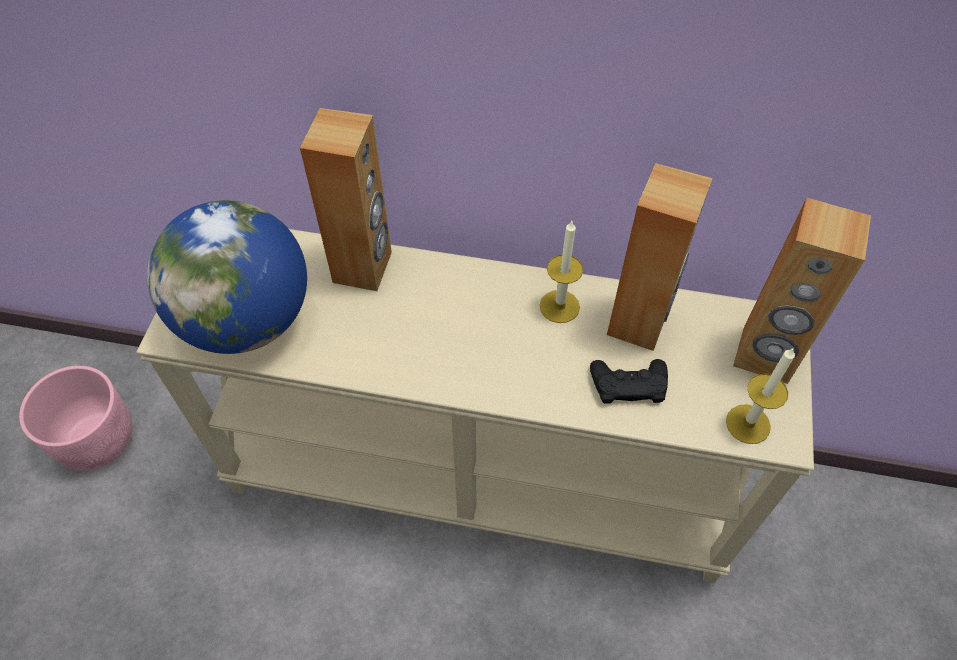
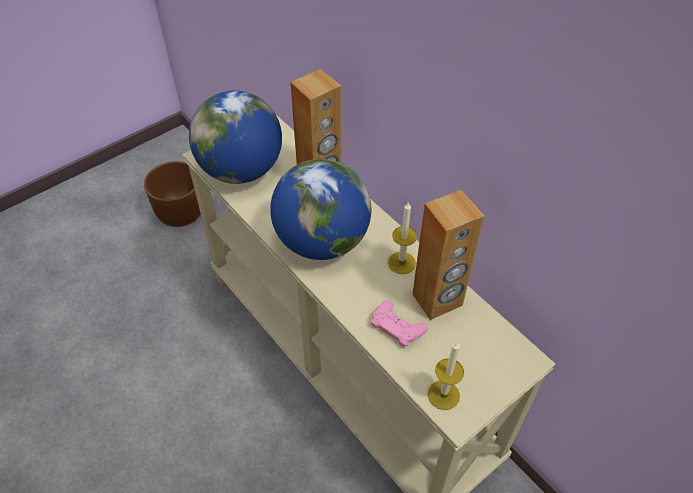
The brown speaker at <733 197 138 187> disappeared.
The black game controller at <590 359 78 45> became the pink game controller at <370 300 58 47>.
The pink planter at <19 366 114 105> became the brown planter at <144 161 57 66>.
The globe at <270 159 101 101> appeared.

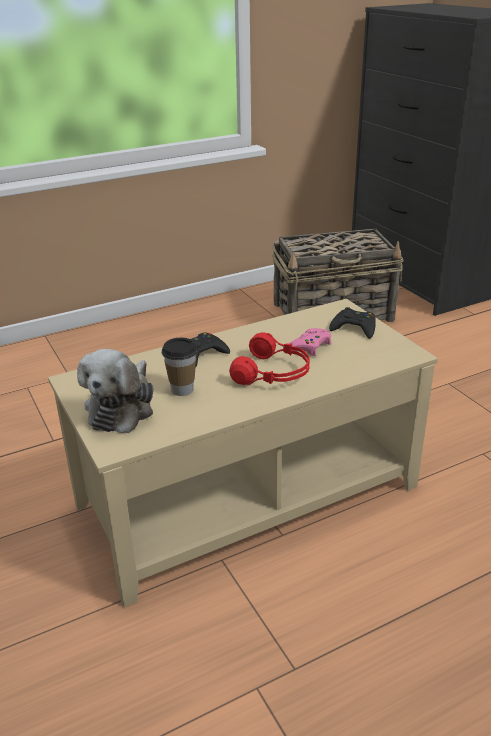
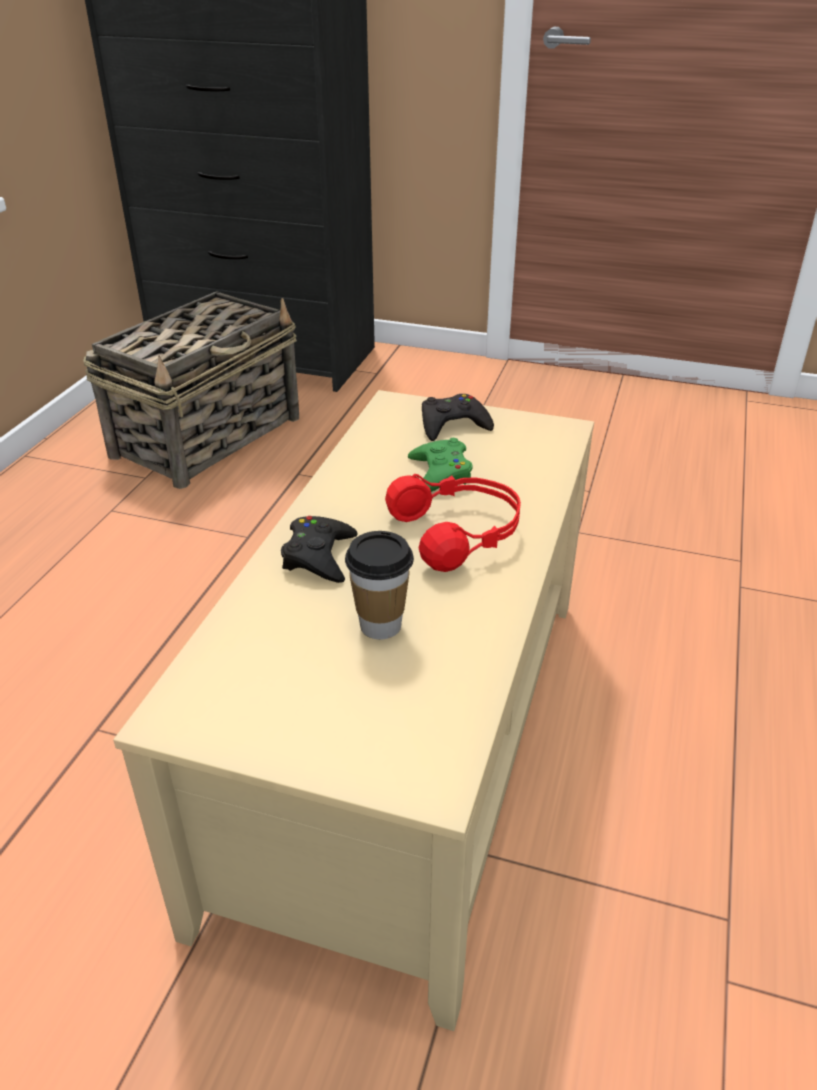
The pink game controller at <283 328 48 28> became the green game controller at <408 438 65 54>.
The plush toy at <77 349 76 84> disappeared.

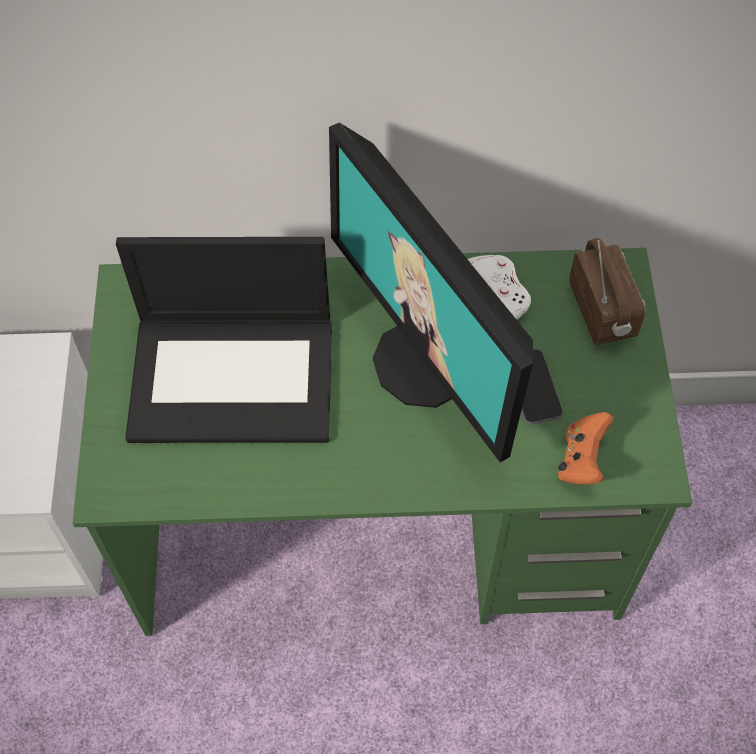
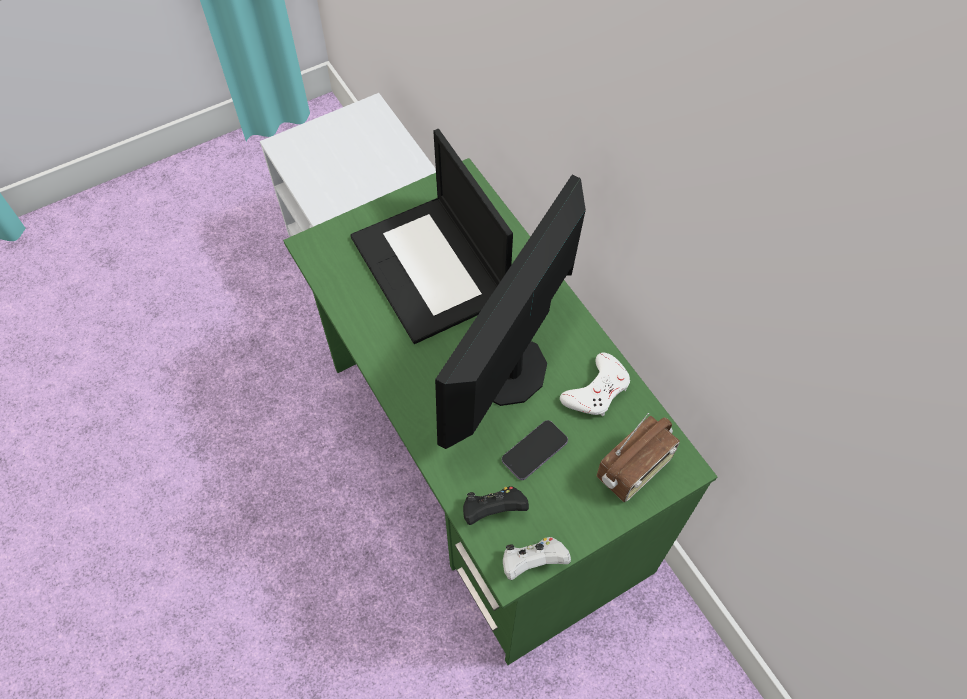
The orange game controller at <558 412 56 73> became the black game controller at <463 486 66 39>.
The white game controller at <503 537 68 43> appeared.

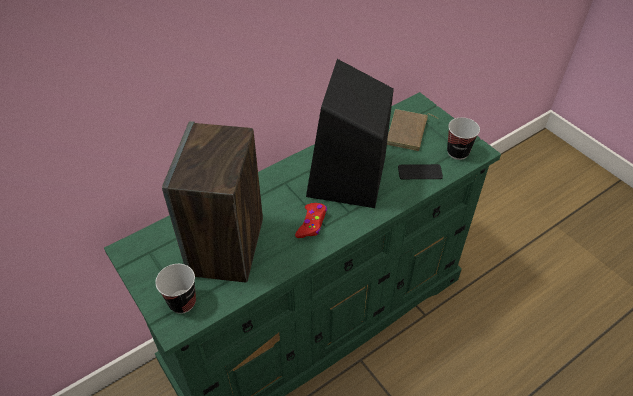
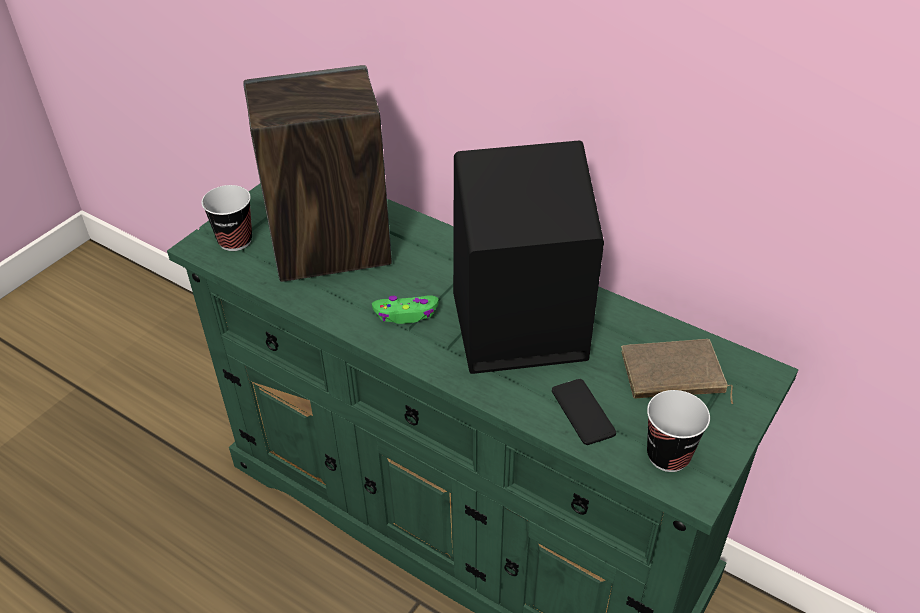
The red game controller at <295 203 32 35> became the green game controller at <372 295 67 29>.

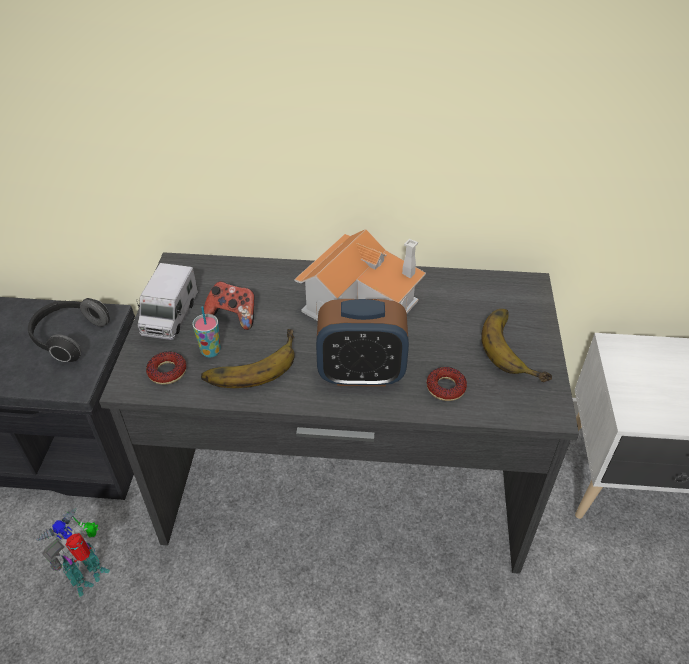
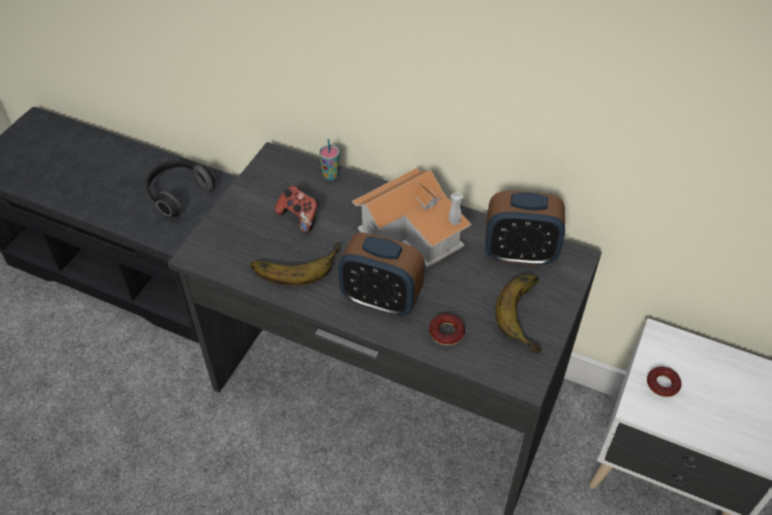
The toy truck at <137 263 61 77> disappeared.
The cup moved from <192 307 29 50> to <319 139 21 41>.
The donut moved from <146 351 40 34> to <647 366 34 31>.
The toy robot at <36 508 74 89> disappeared.
The alarm clock at <485 191 80 75> appeared.

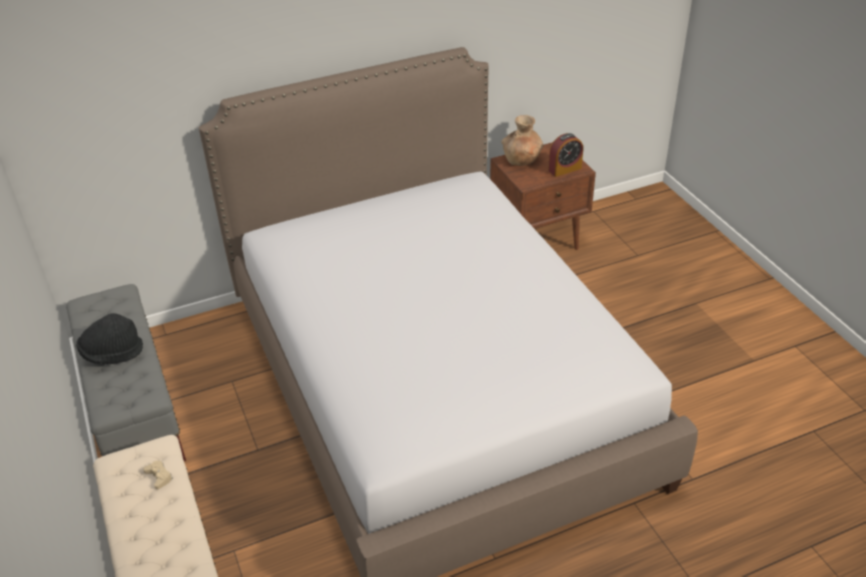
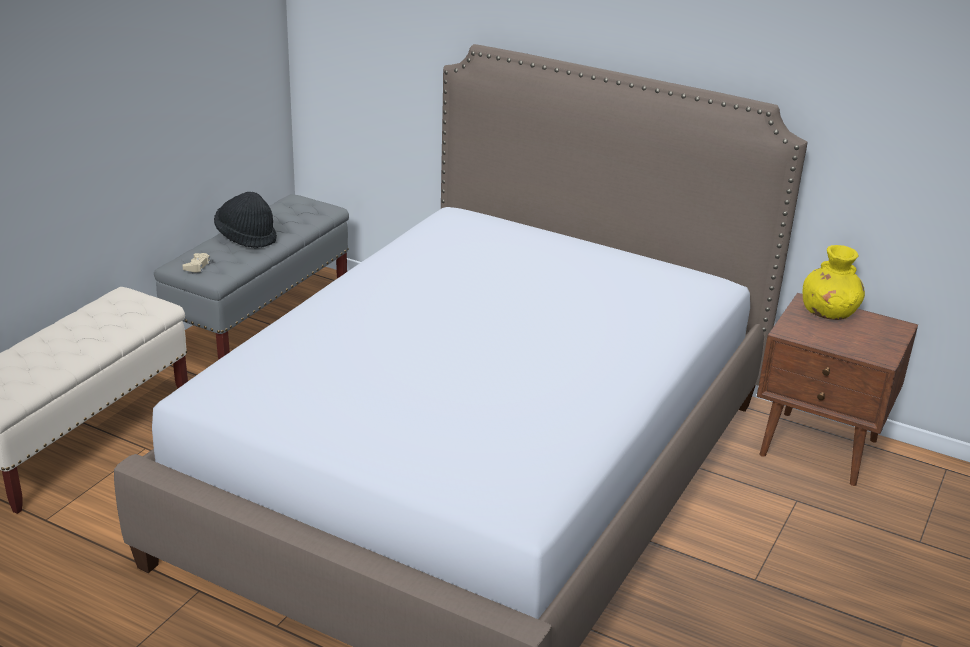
The brown vase at <501 115 42 51> became the yellow vase at <803 245 62 75>.
The alarm clock at <548 133 35 44> disappeared.
The beige game controller moved from <143 460 30 29> to <182 253 29 19>.

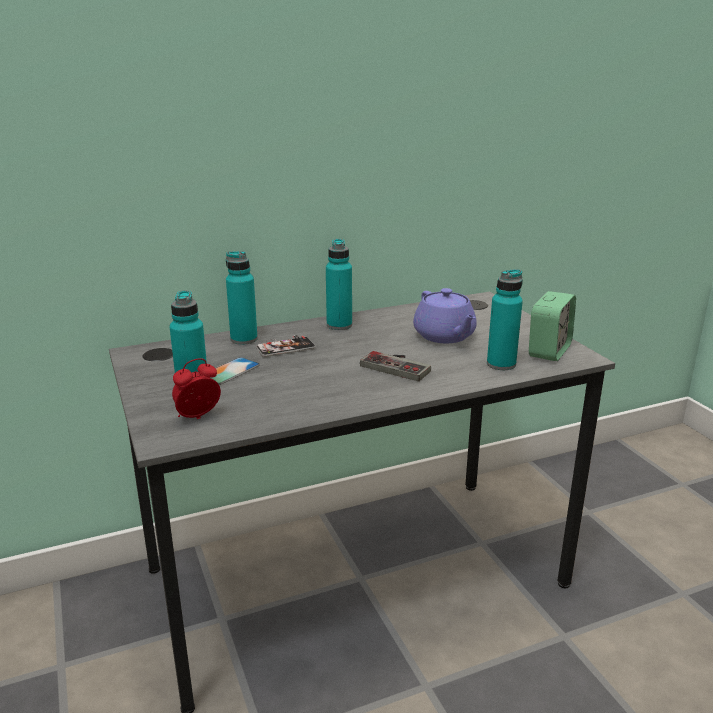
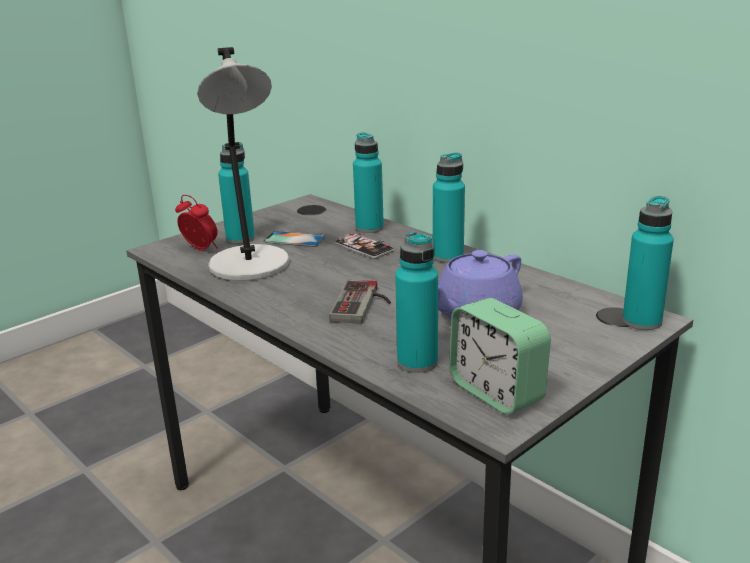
The alarm clock at <529 291 47 70> turned 45 degrees clockwise.
The grey table lamp at <197 47 92 234> appeared.
The turquoise bottle at <622 196 52 134> appeared.

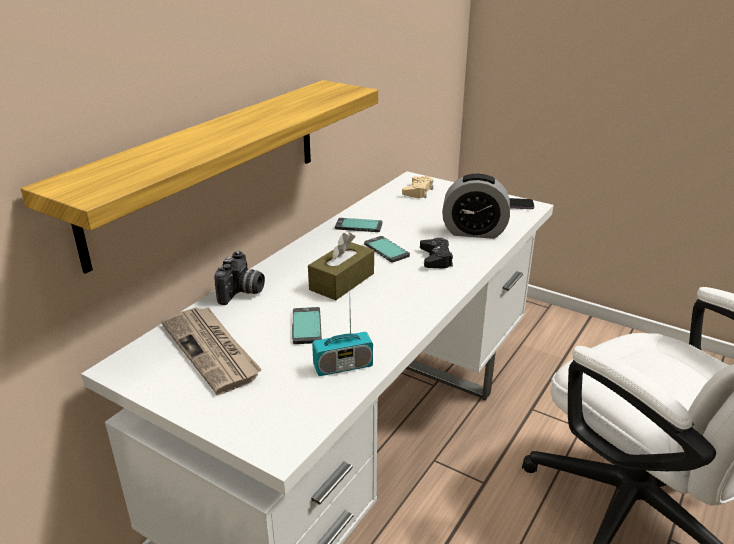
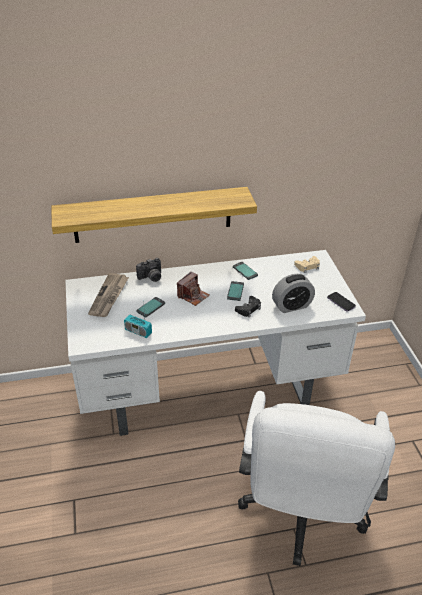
The alarm clock at <442 174 68 65> turned 75 degrees counterclockwise.
The brown tissue box at <308 233 66 67> was replaced by the photo camera at <177 272 33 34>.

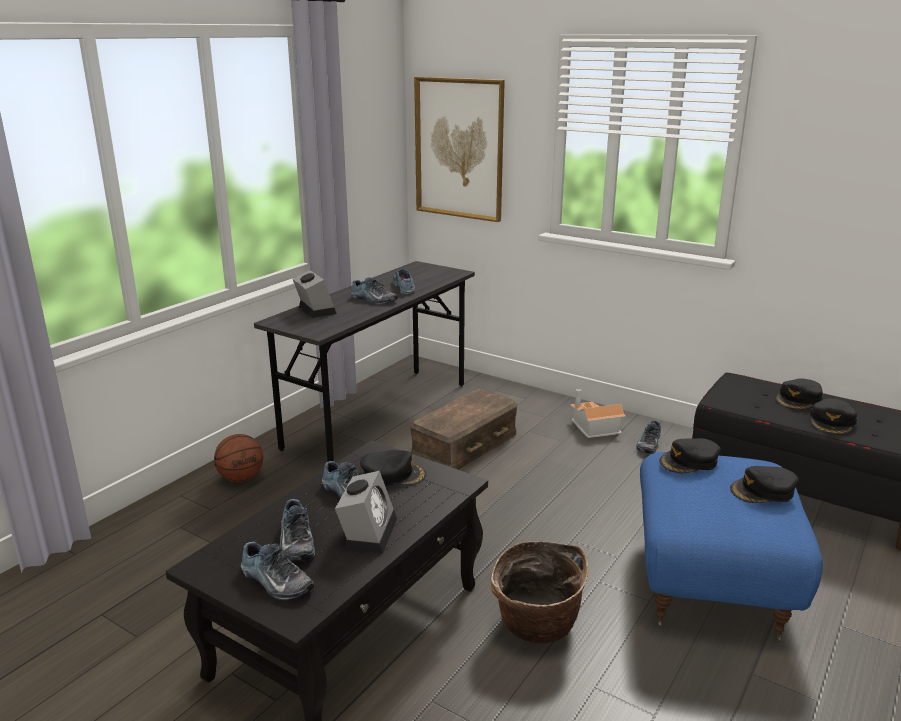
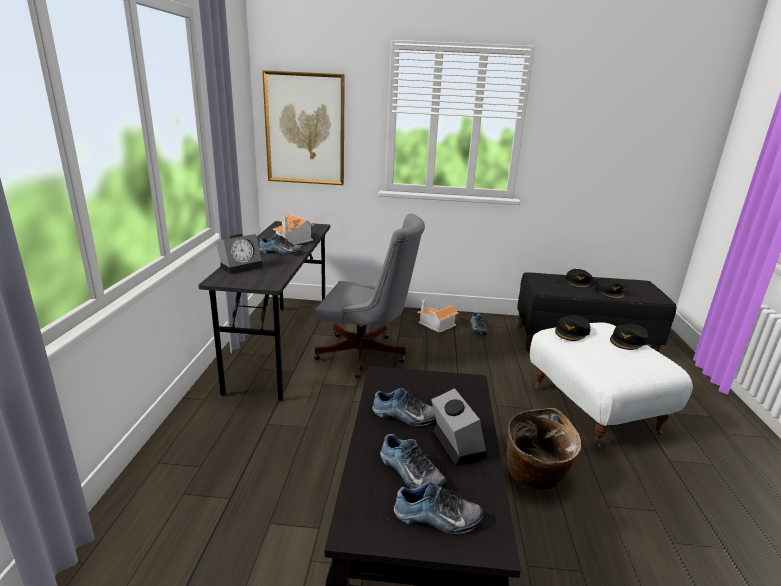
The shoe at <393 268 22 26> was replaced by the toy house at <273 214 42 31>.
The alarm clock at <293 270 44 48> turned 105 degrees clockwise.
The brown storage box at <410 389 108 81> was replaced by the grey office chair at <313 214 112 164>.
The basketball at <214 434 49 48> disappeared.
The black cap at <360 450 66 36> disappeared.
The blue ottoman at <640 452 183 190> became the white ottoman at <530 323 163 125>.

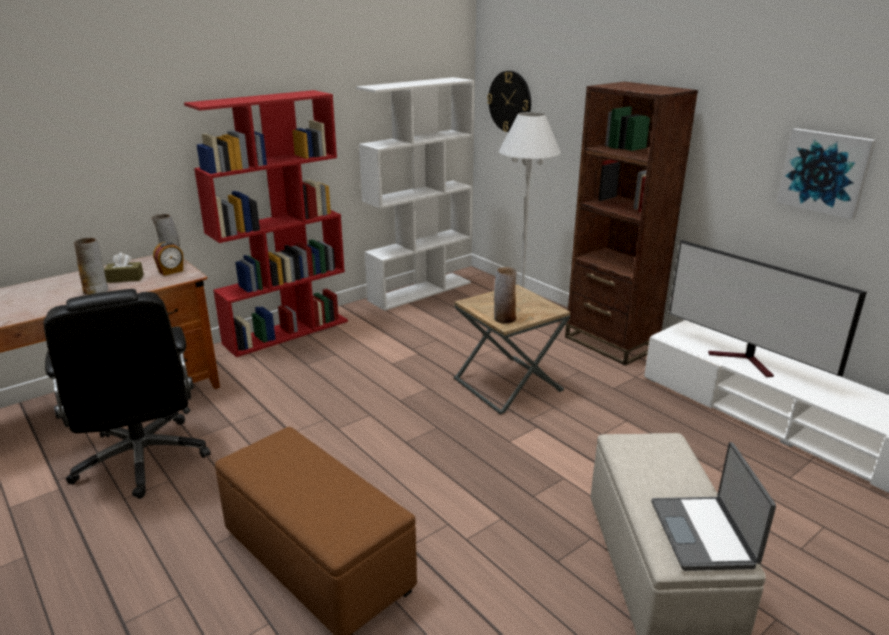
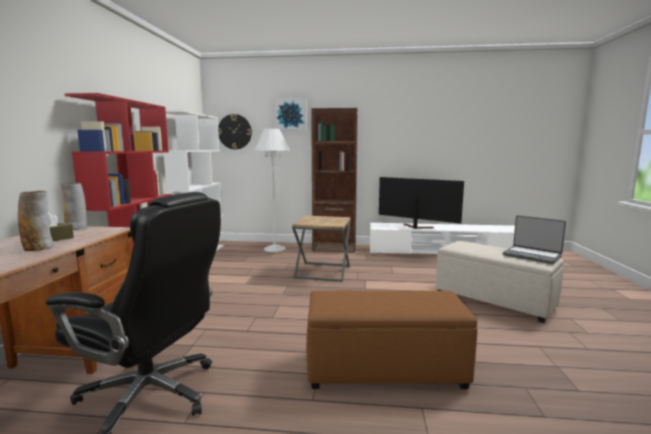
The picture moved from <777 128 99 92> to <275 98 32 33>.
The television at <669 240 198 137> turned 150 degrees counterclockwise.
The alarm clock at <153 242 30 34> disappeared.
The vase at <494 267 23 57> disappeared.

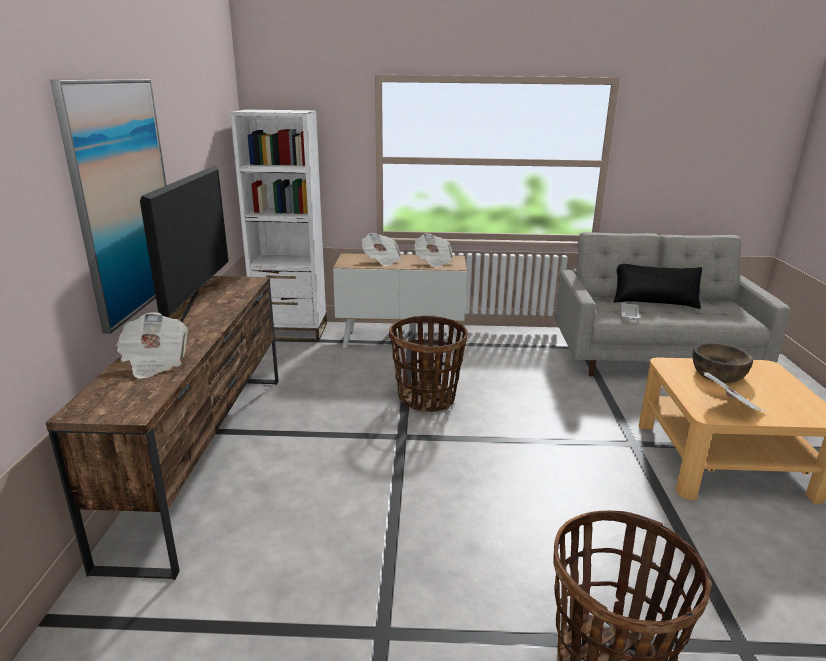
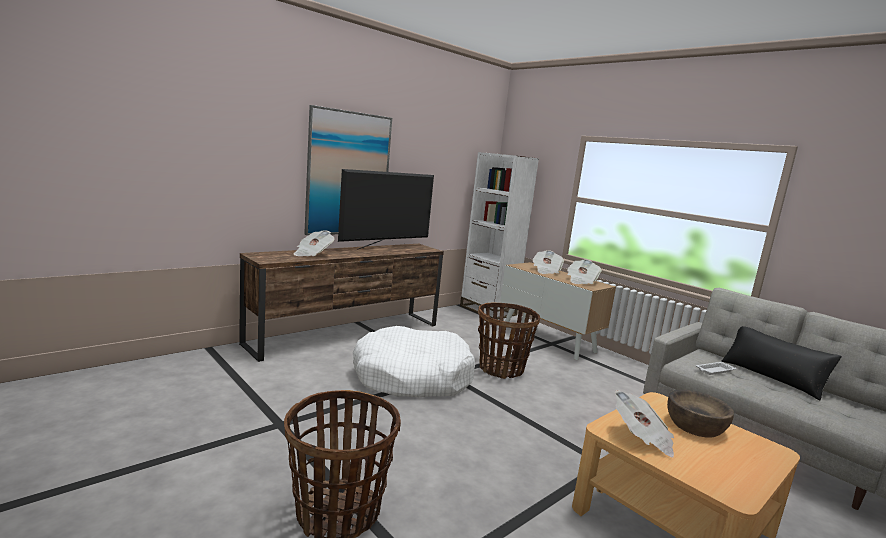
The white dog bed at <353 326 122 71> appeared.

